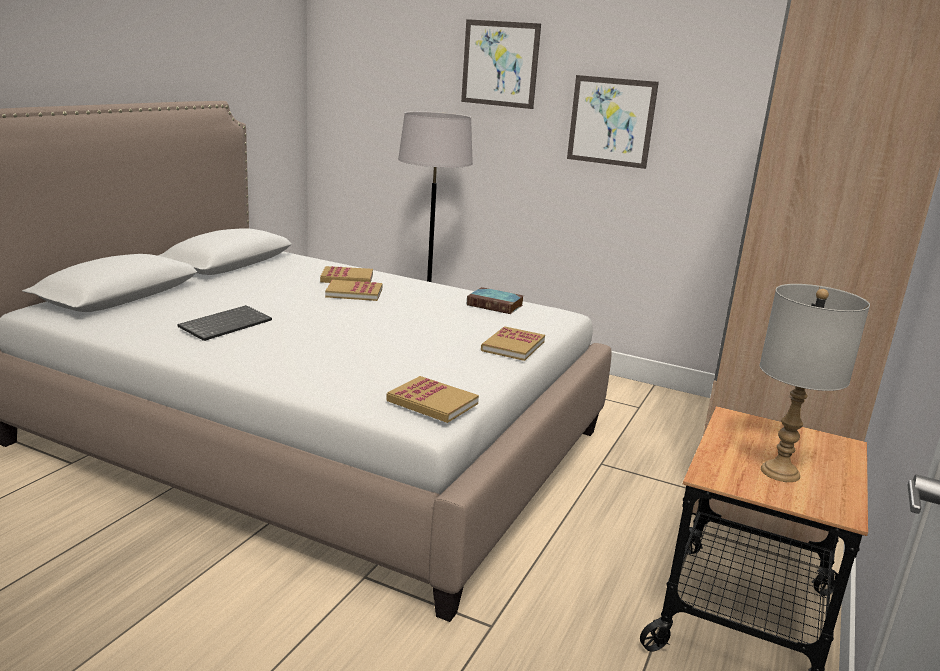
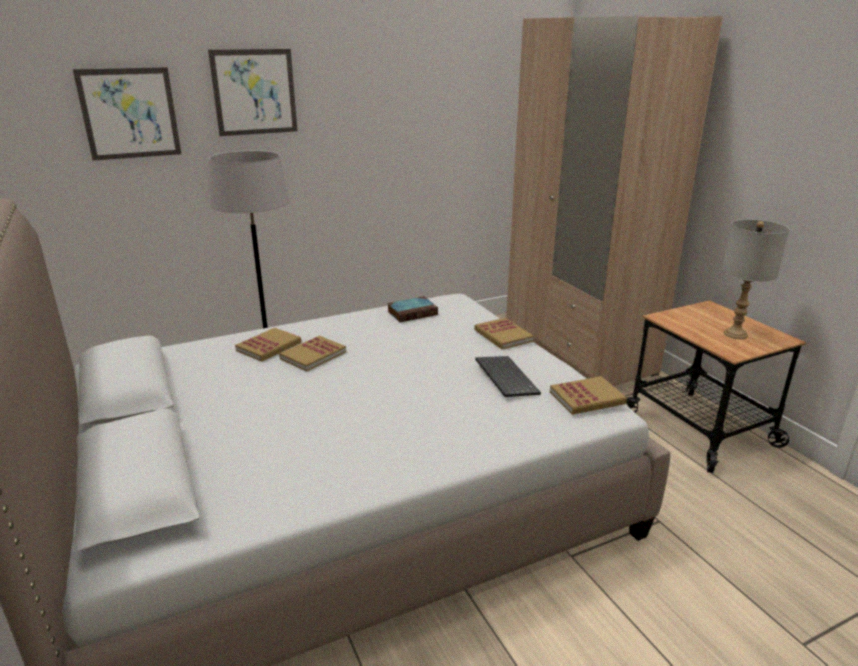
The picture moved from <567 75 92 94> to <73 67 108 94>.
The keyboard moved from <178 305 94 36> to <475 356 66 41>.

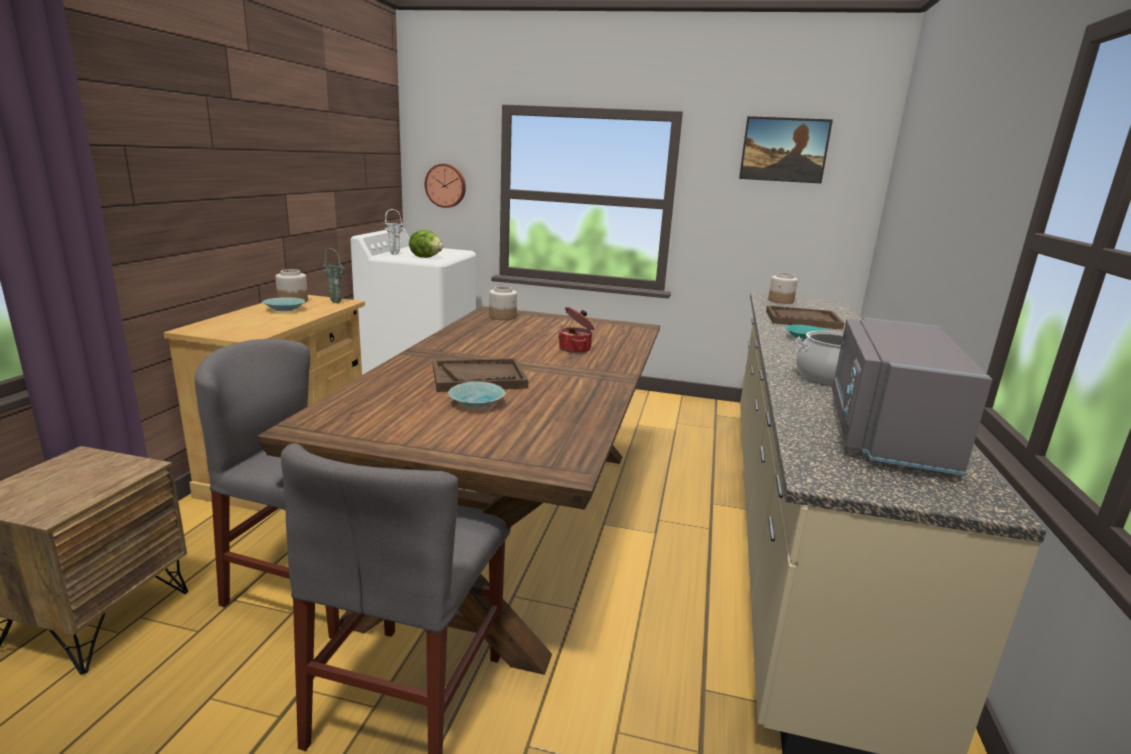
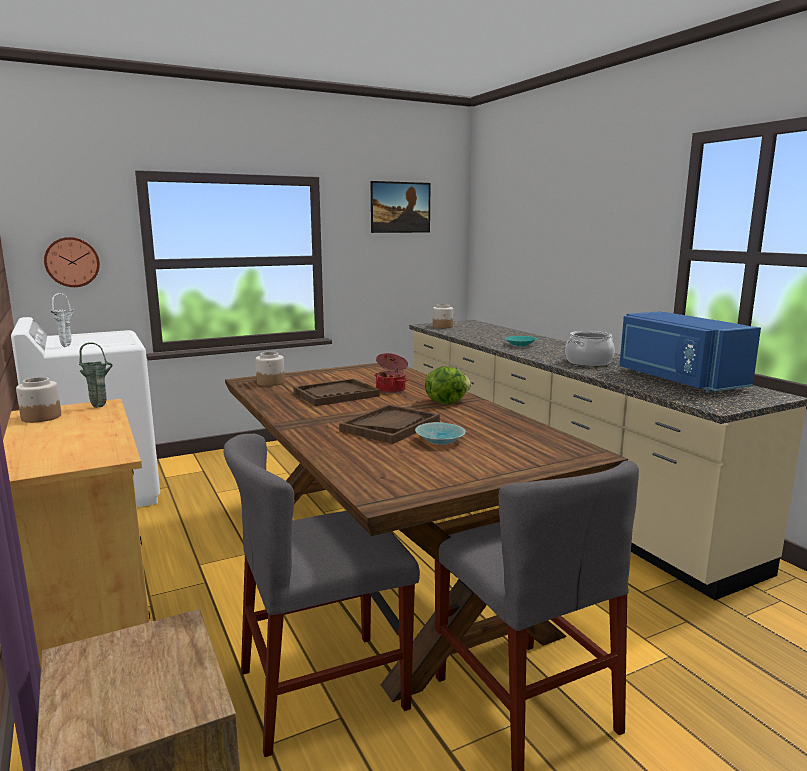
The lettuce moved from <409 230 34 28> to <425 367 47 37>.
The turquoise bowl at <262 297 43 15> disappeared.
The brown tray moved from <766 305 78 25> to <293 379 87 27>.
The grey microwave at <832 317 160 159> became the blue microwave at <619 311 142 82>.

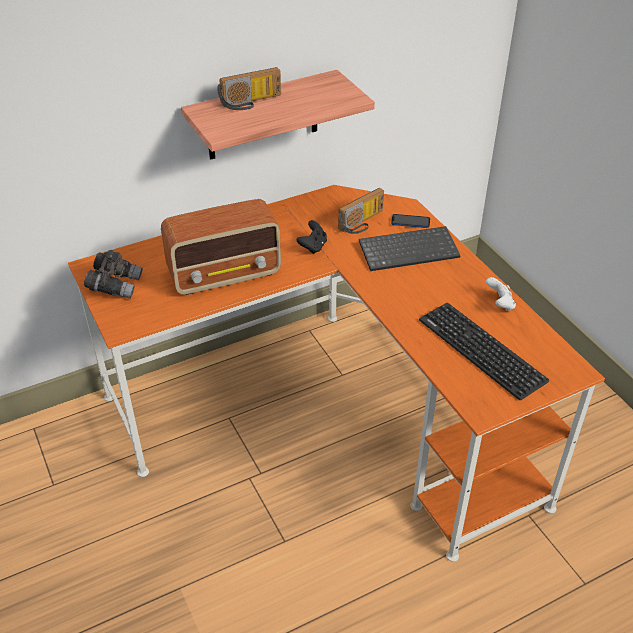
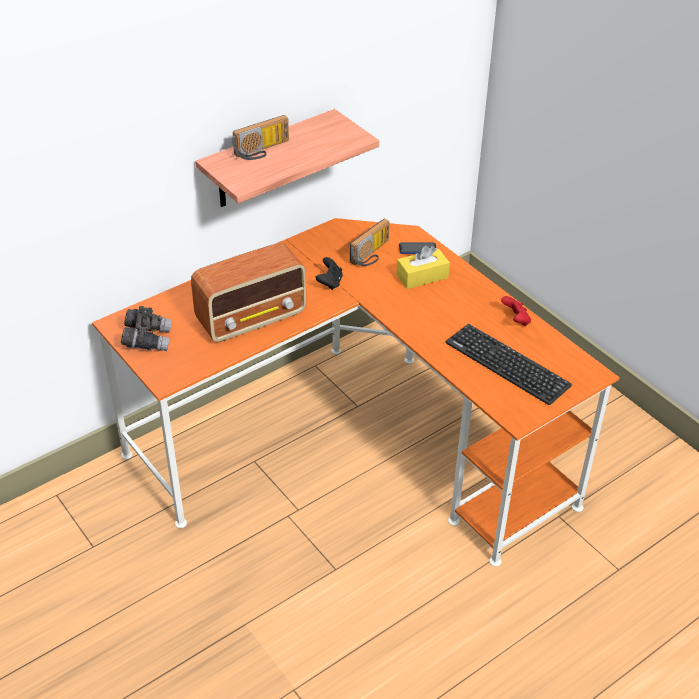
The keyboard at <359 226 102 45> was replaced by the yellow tissue box at <397 246 53 43>.
The white game controller at <486 277 30 34> became the red game controller at <501 296 30 30>.

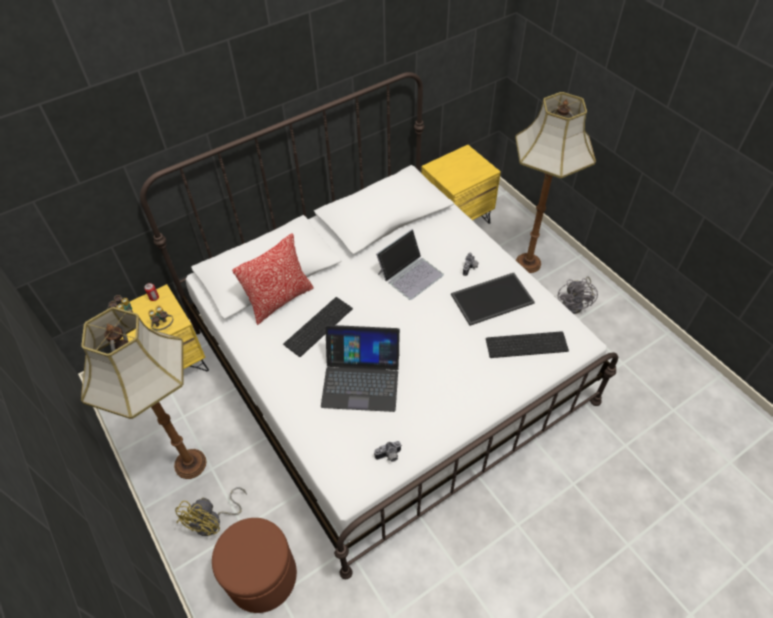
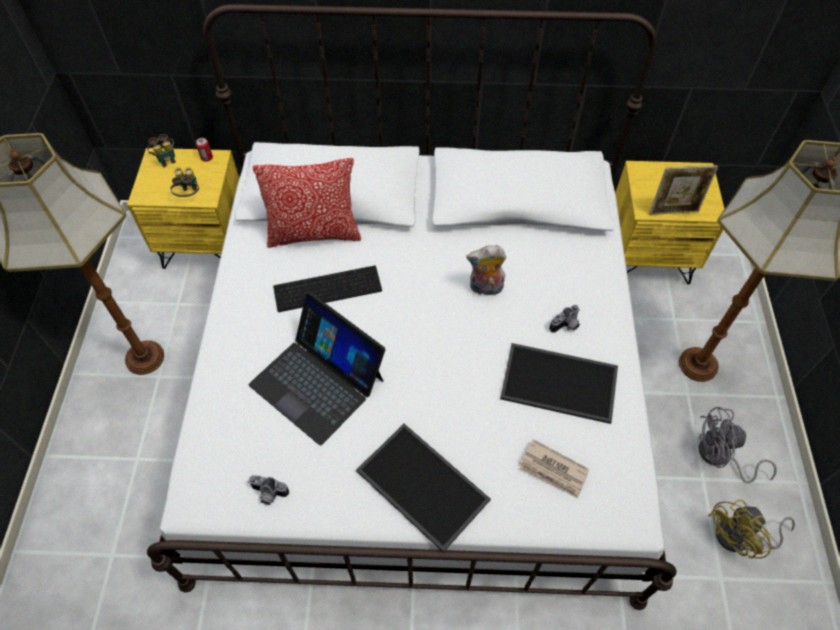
The laptop at <376 229 68 71> was replaced by the plush toy at <466 245 41 51>.
The grey fan at <558 276 40 38> turned 45 degrees clockwise.
The keyboard at <486 331 83 27> was replaced by the newspaper at <519 439 70 59>.
The yellow fan moved from <175 487 72 49> to <708 499 87 60>.
The brown ottoman at <212 518 85 95> disappeared.
The picture frame at <649 165 69 50> appeared.
The tray at <356 424 135 129> appeared.

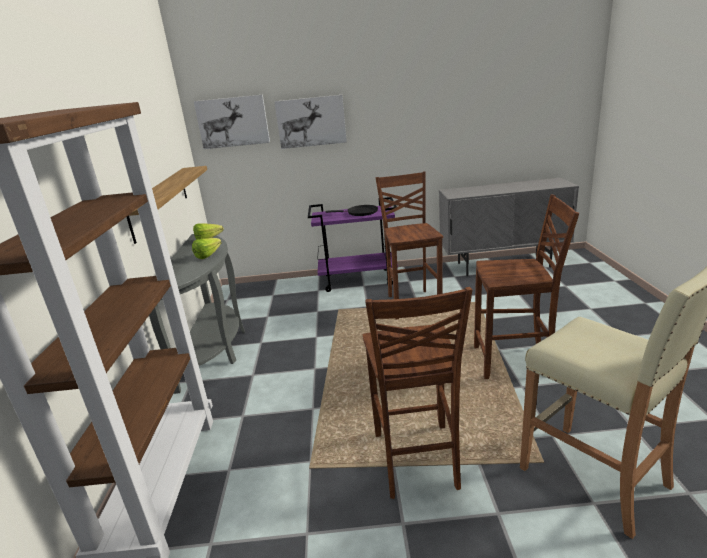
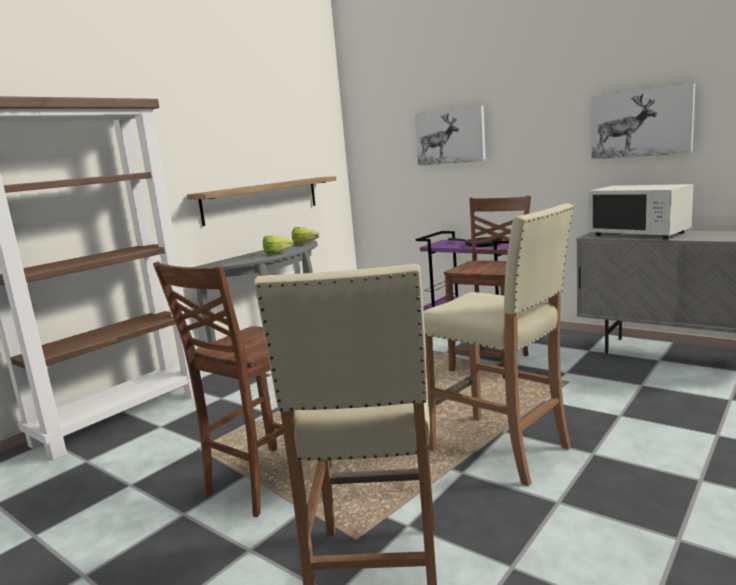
The picture moved from <194 94 76 55> to <592 83 103 76>.
The brown chair at <474 195 105 184> was replaced by the beige stool at <423 203 151 283>.
The white microwave at <588 184 105 55> appeared.

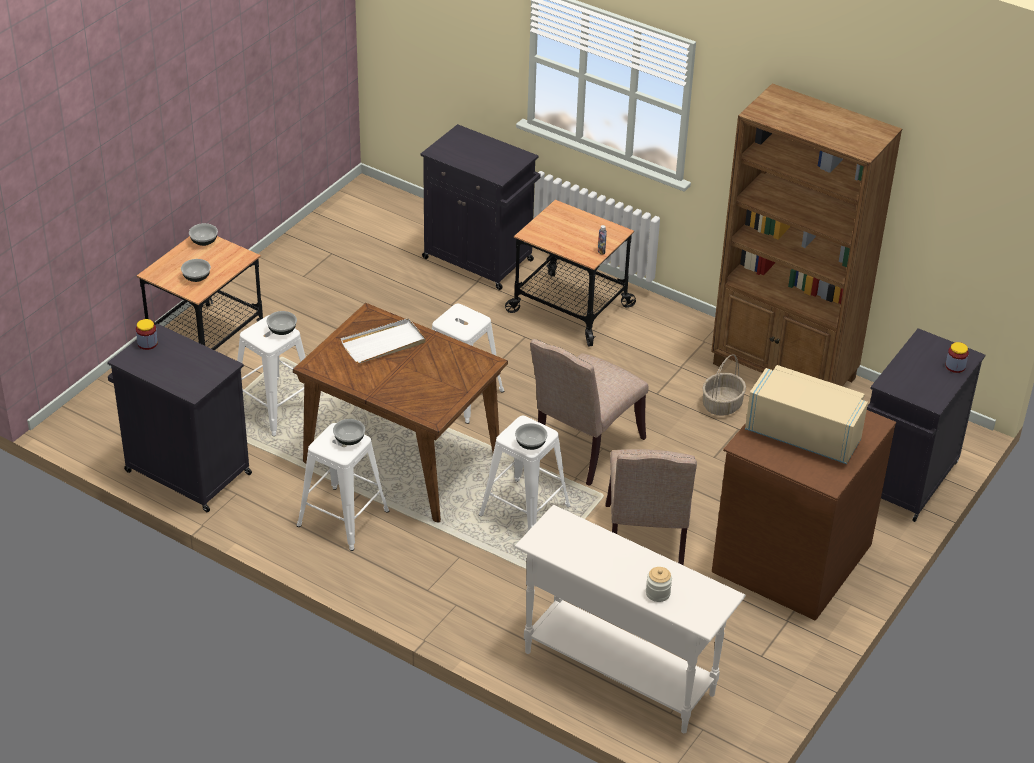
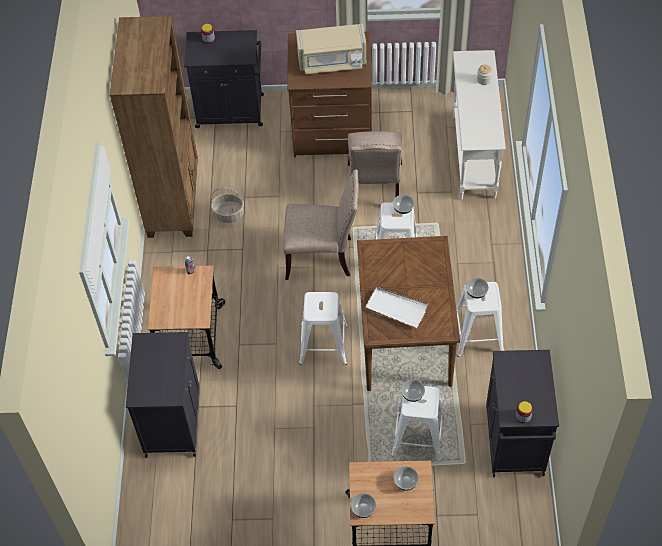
The beige microwave at <745 365 123 99> turned 90 degrees counterclockwise.
The beige chair at <605 449 92 116> turned 120 degrees clockwise.

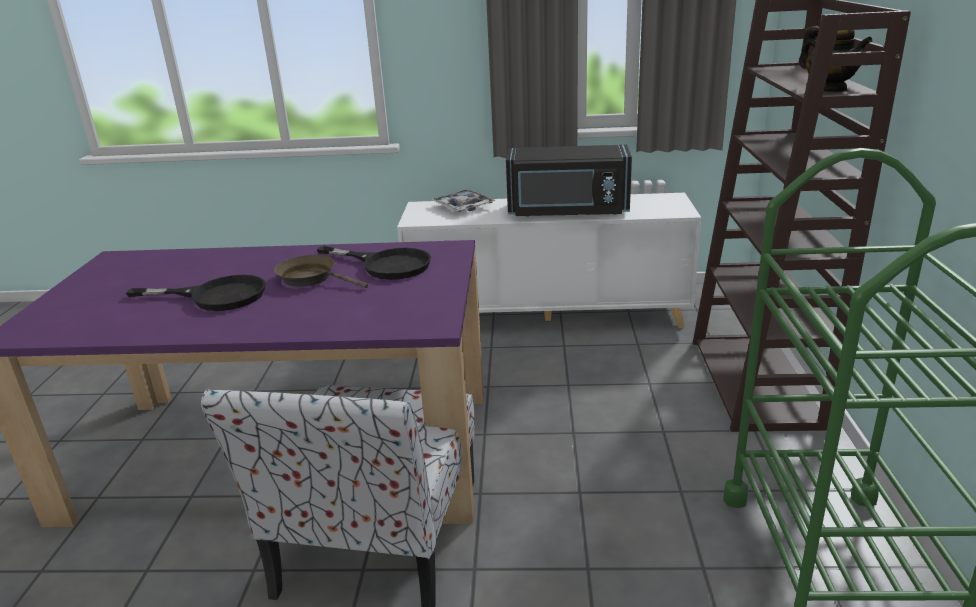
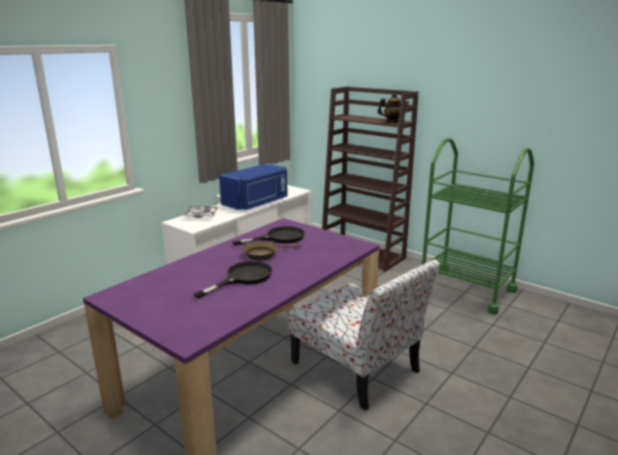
The black microwave at <506 145 126 72> became the blue microwave at <219 163 69 48>.

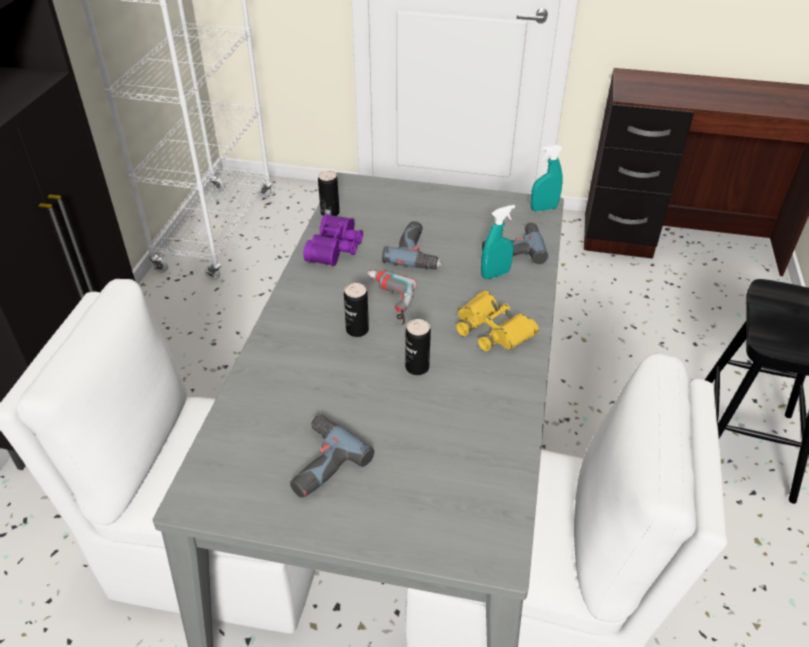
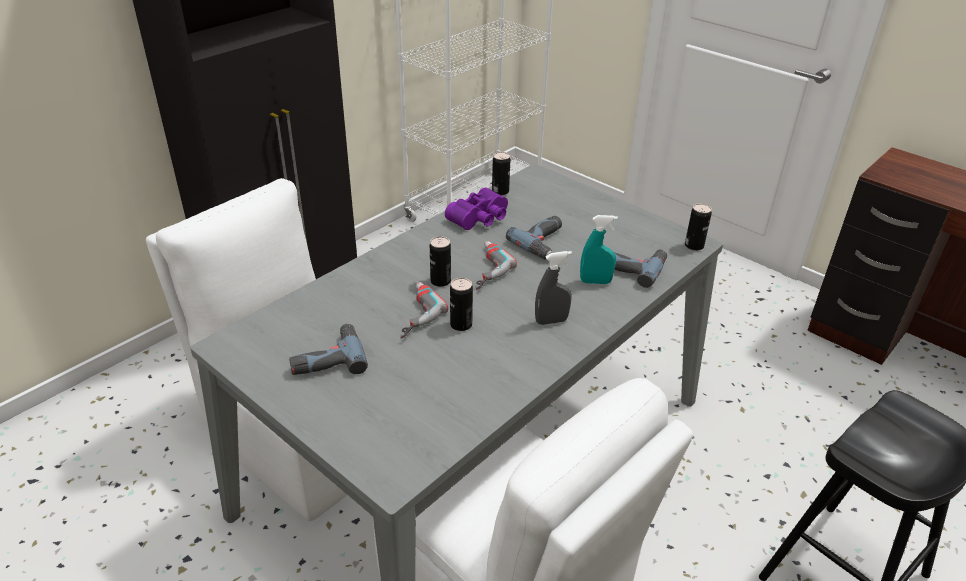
The turquoise spray bottle at <531 145 32 67> was replaced by the can at <685 203 27 48>.
The yellow binoculars at <456 291 83 60> was replaced by the grey spray bottle at <535 251 37 74>.
The power drill at <400 282 48 56> appeared.

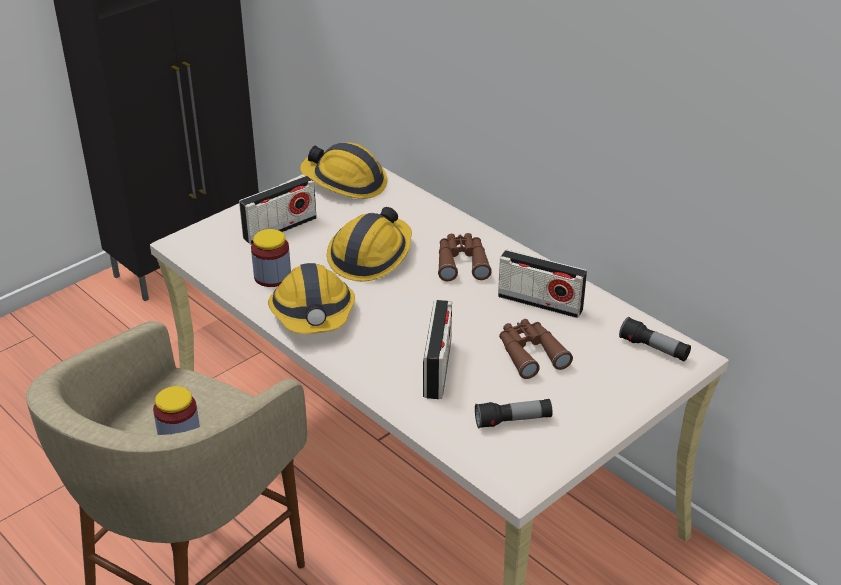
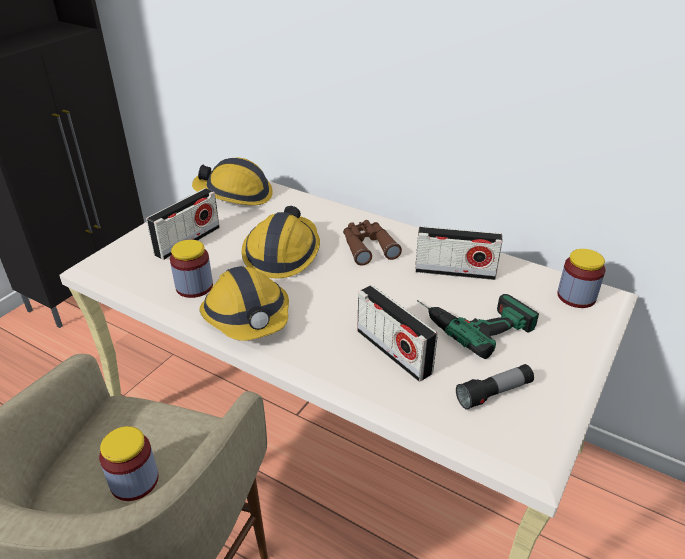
The radio at <423 300 29 99> turned 150 degrees clockwise.
The flashlight at <619 317 72 44> was replaced by the jar at <557 249 49 59>.
The brown binoculars at <499 319 74 60> was replaced by the power drill at <417 294 122 65>.

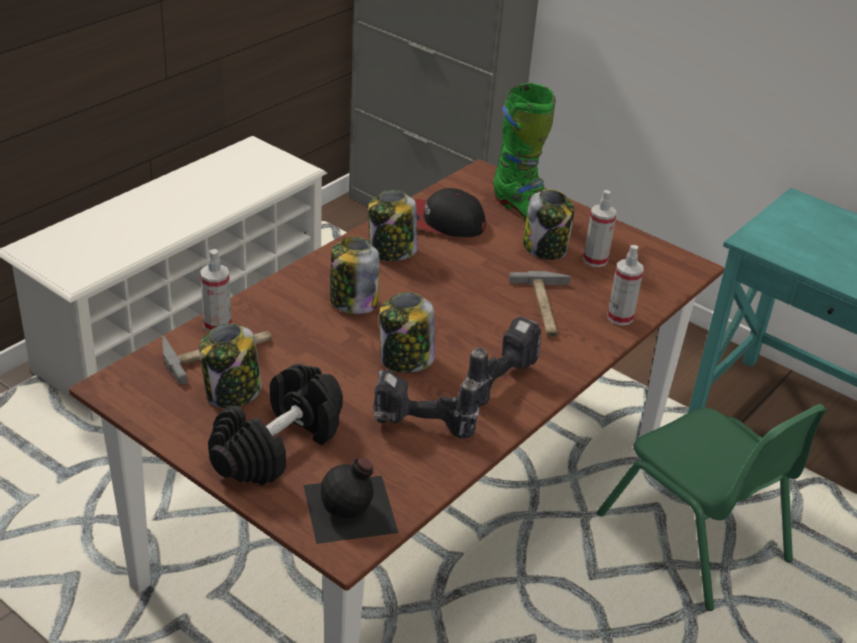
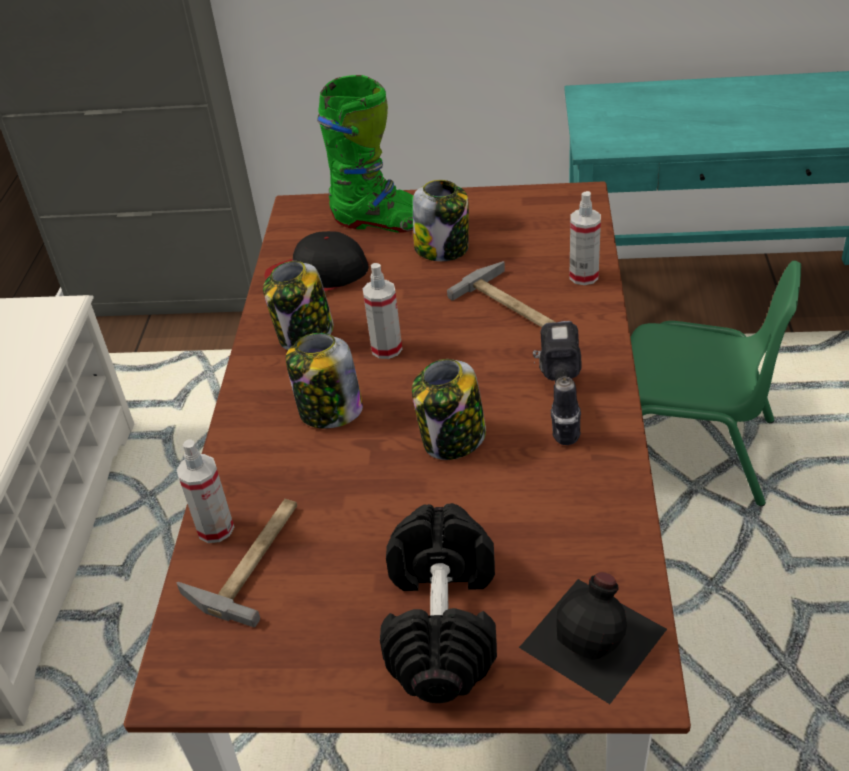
The spray bottle moved from <583 190 34 77> to <363 263 39 96>.
The jar at <199 323 63 85> disappeared.
The power drill at <373 370 106 69> disappeared.

